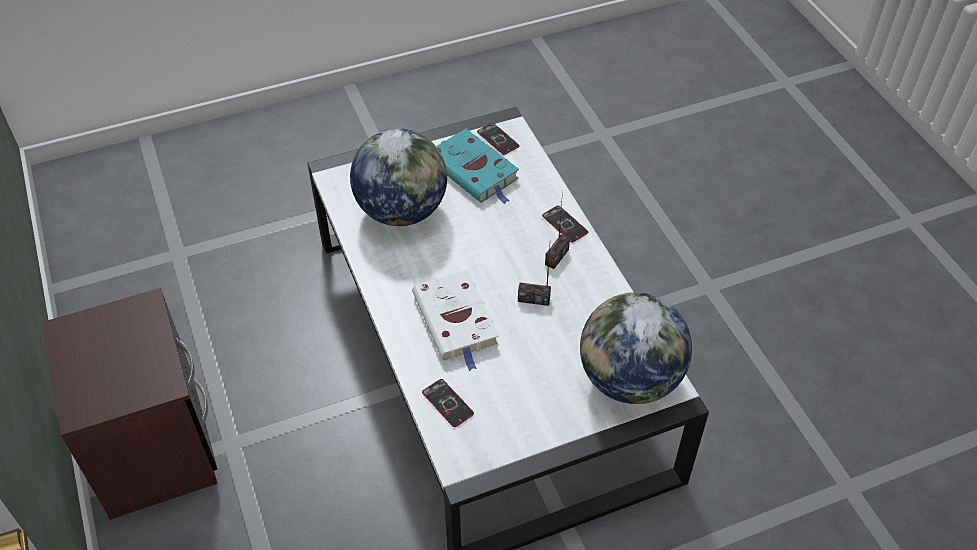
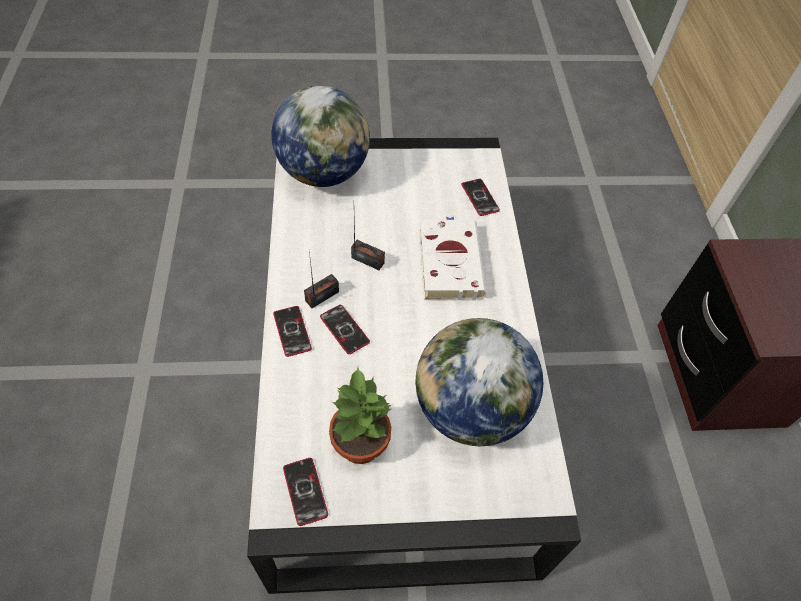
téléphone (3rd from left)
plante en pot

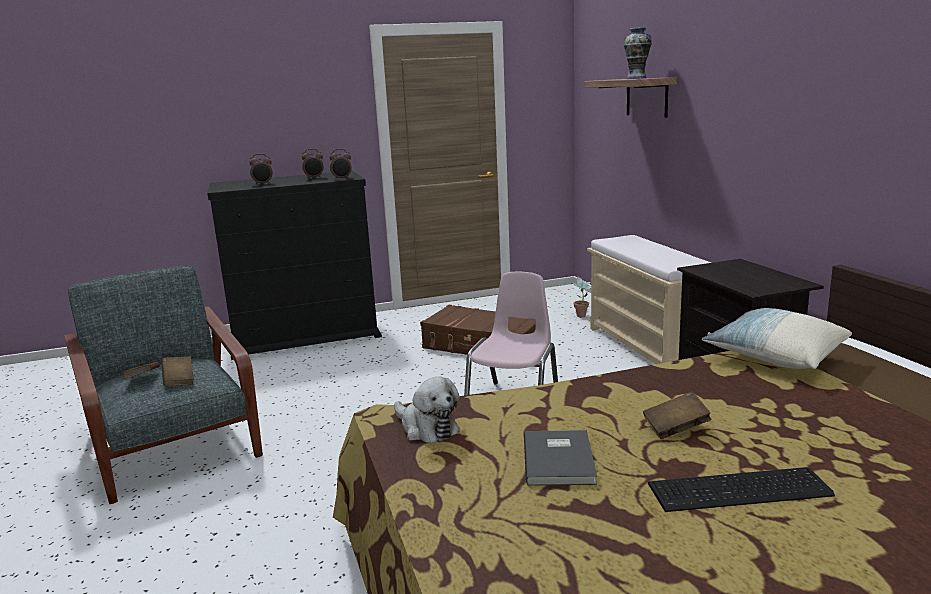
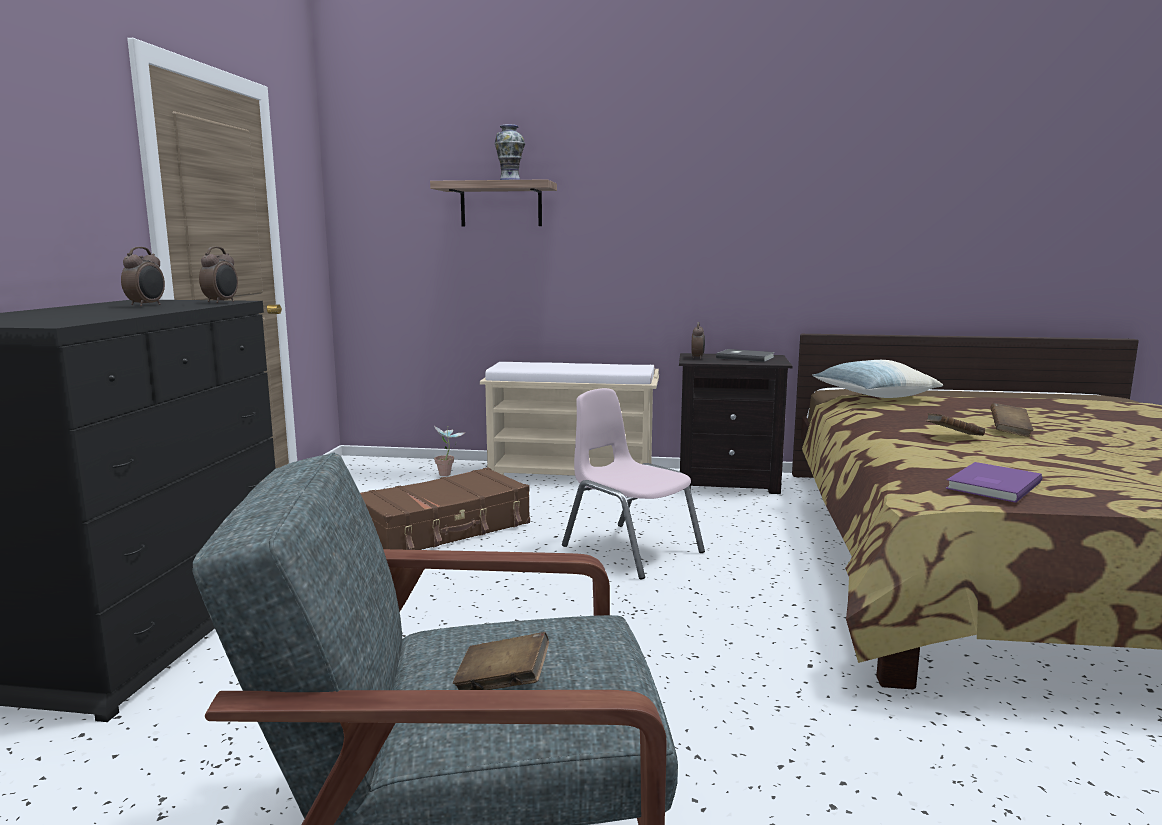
clavier
livre/marron (2nd from left)
réveil (3rd from left)
livre/gris
livre/violet

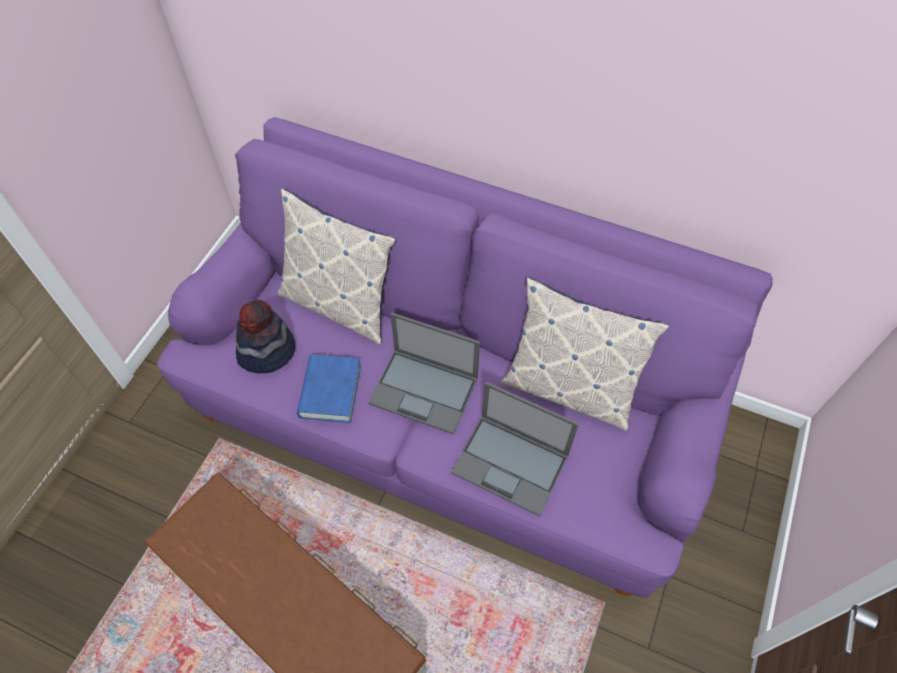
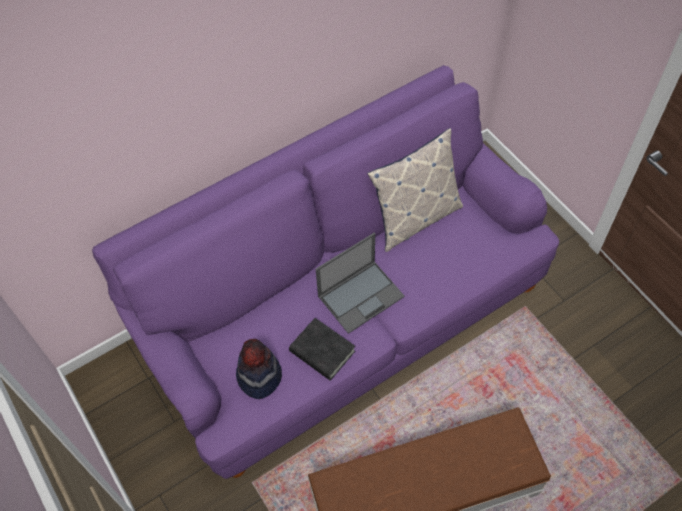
coussin (1st from left in the first image)
ordinateur portable (2nd from left in the first image)
livre/noir

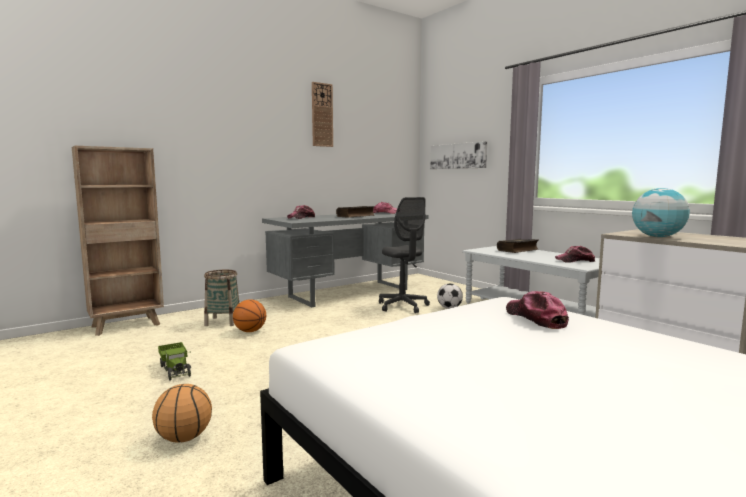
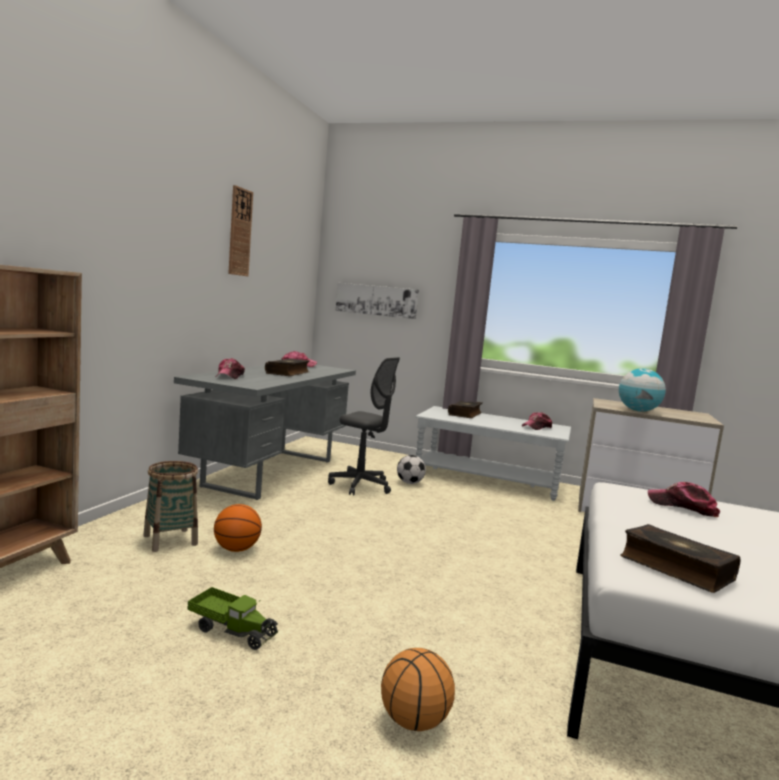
livre (3rd from left)

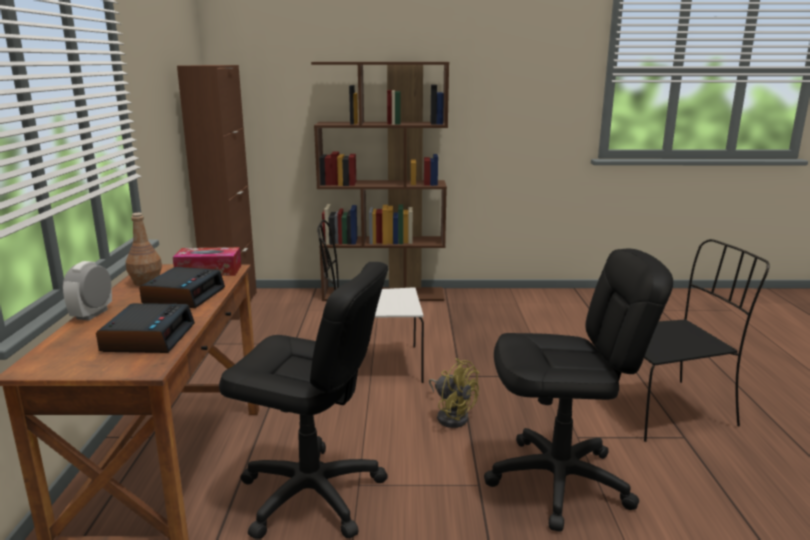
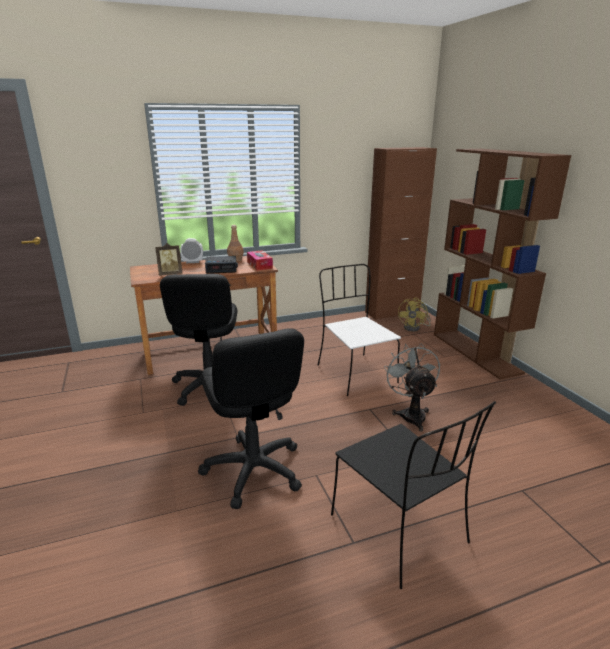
ventilateur/gris
ventilateur/jaune
cadre photo

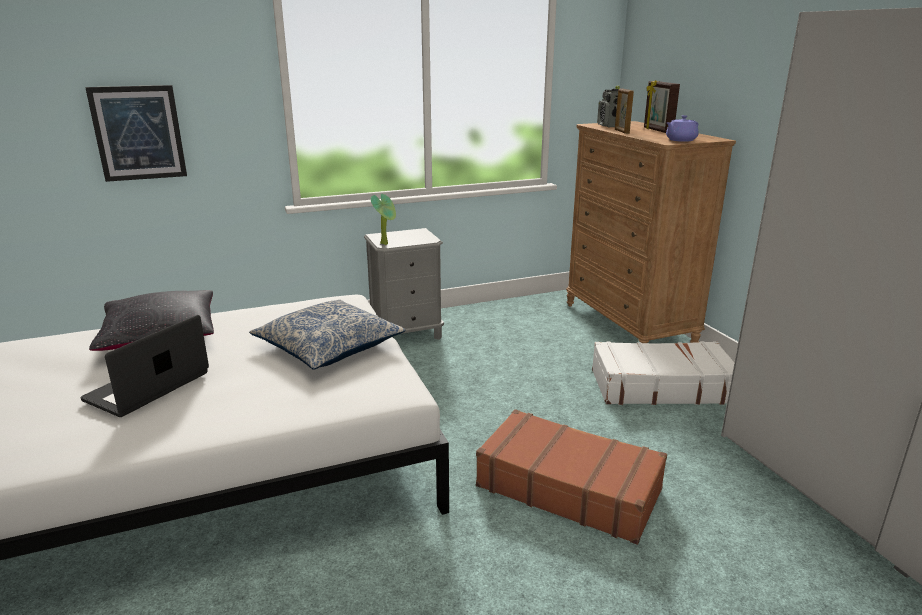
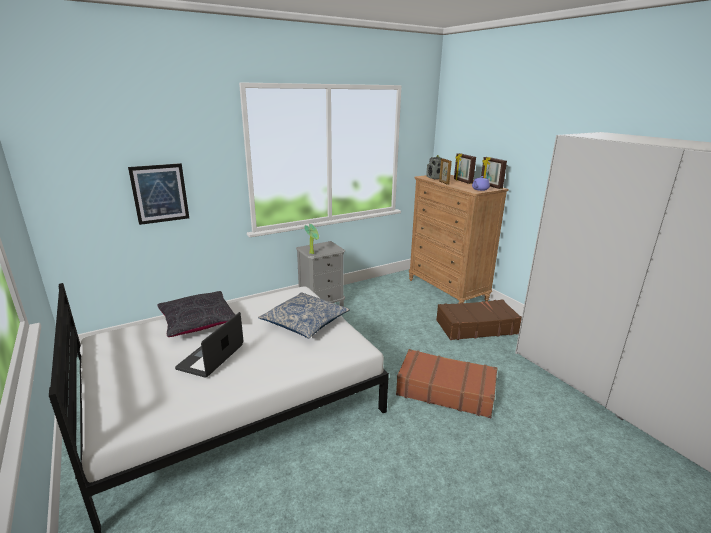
cadre photo (3rd from left)
valise/marron (2nd from left)

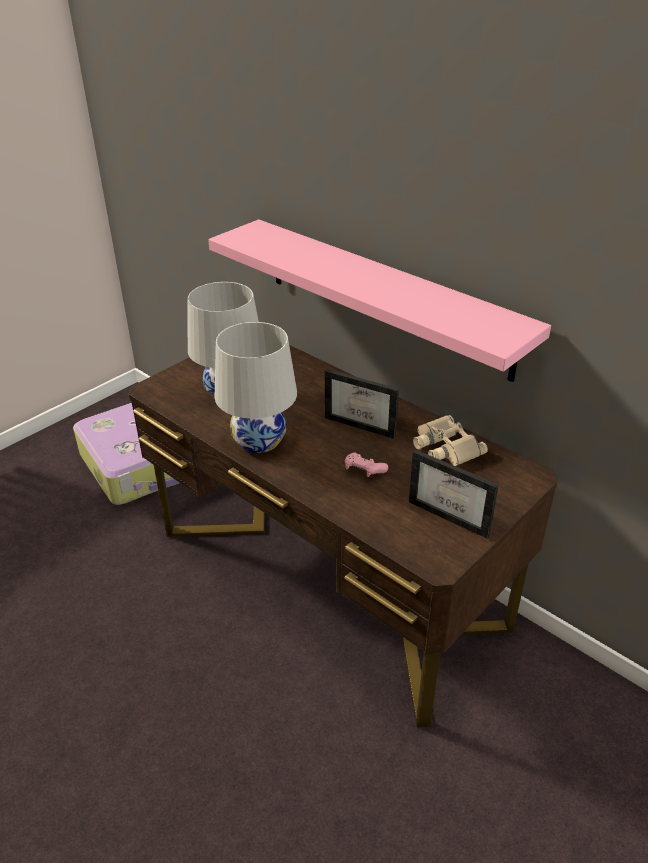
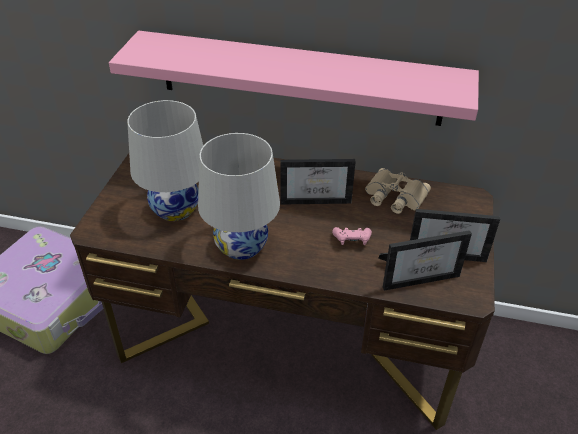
cadre photo (2nd from left)

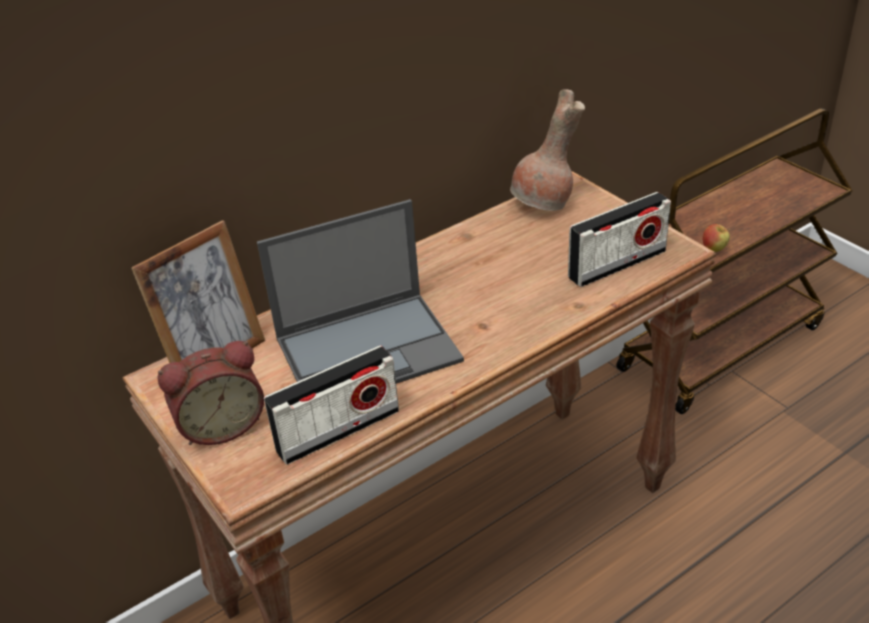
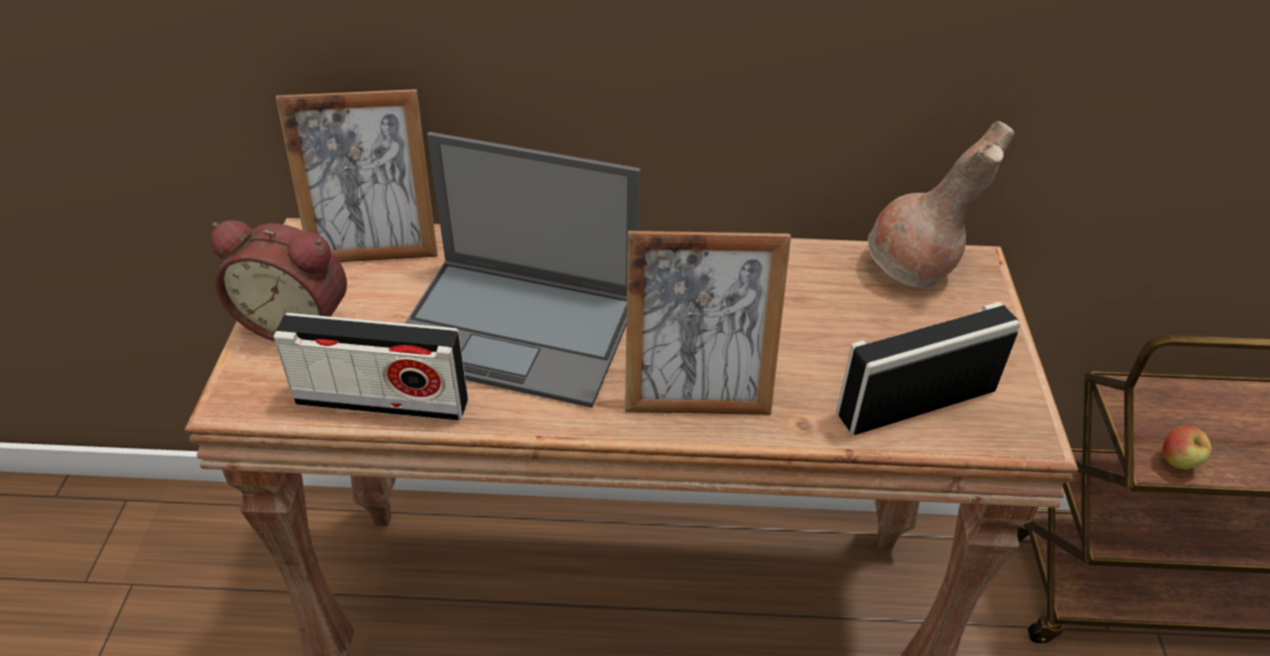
cadre photo (2nd from left)
radio (2nd from left)

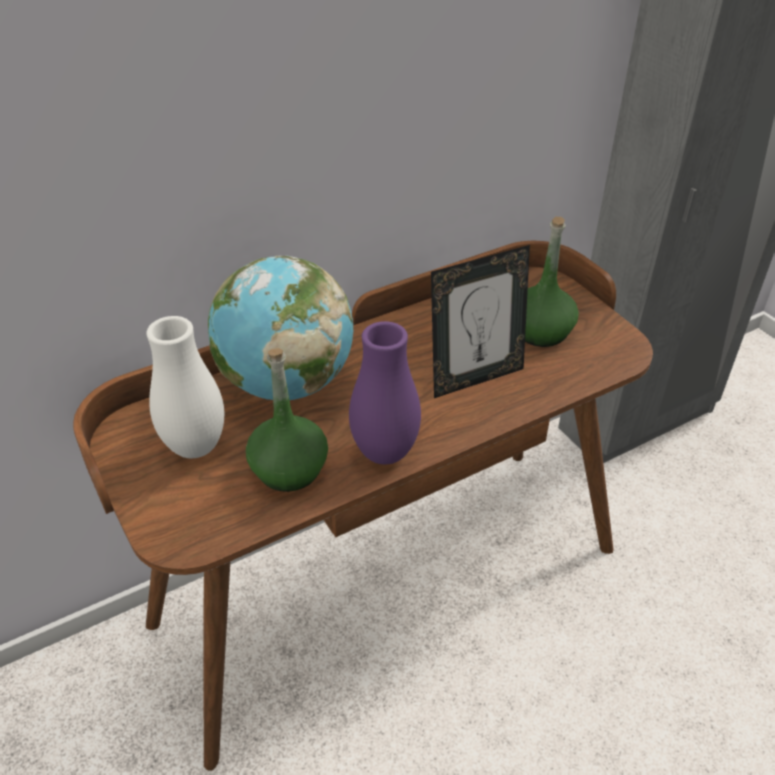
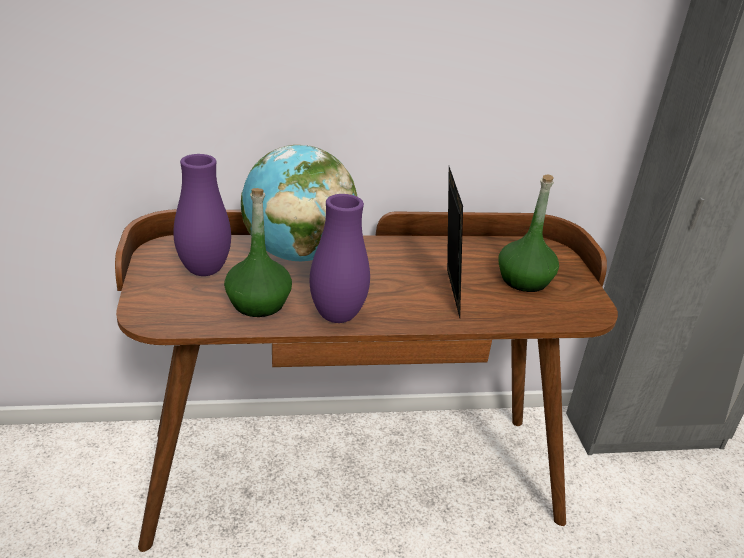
vase/violet (1st from left)
cadre photo

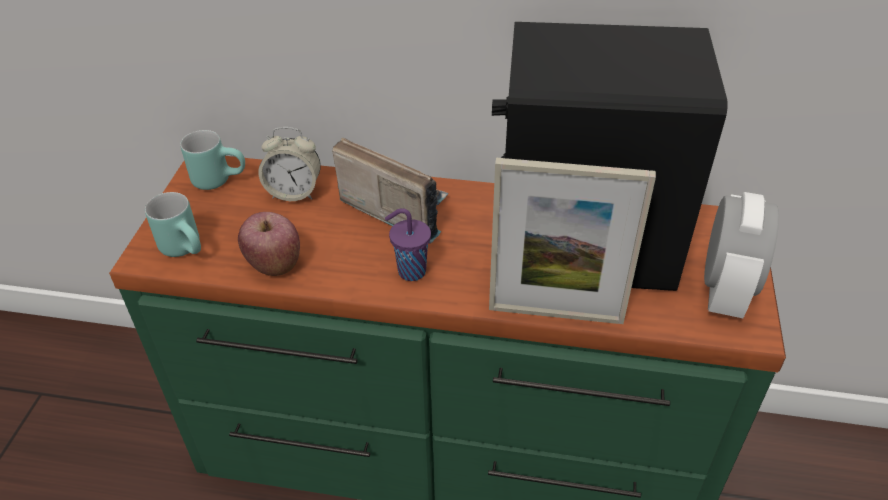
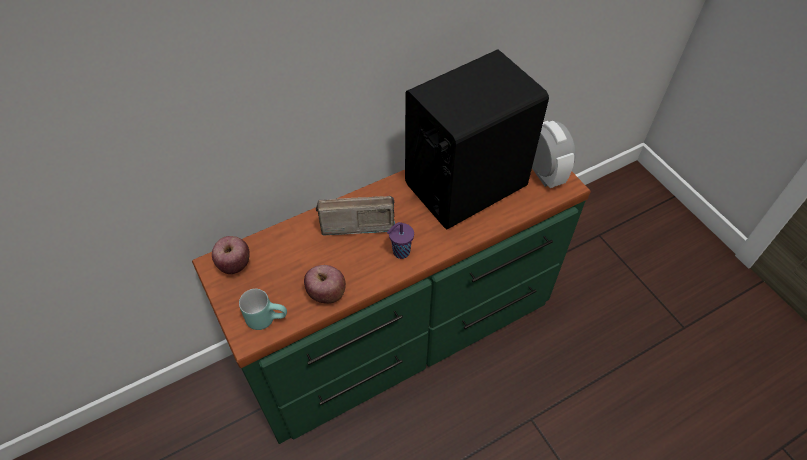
réveil (1st from left in the first image)
cadre photo
pomme (1st from left)

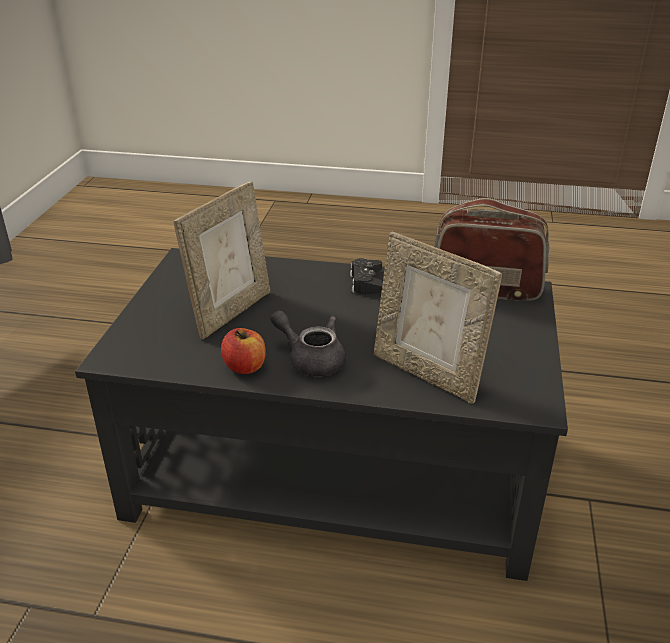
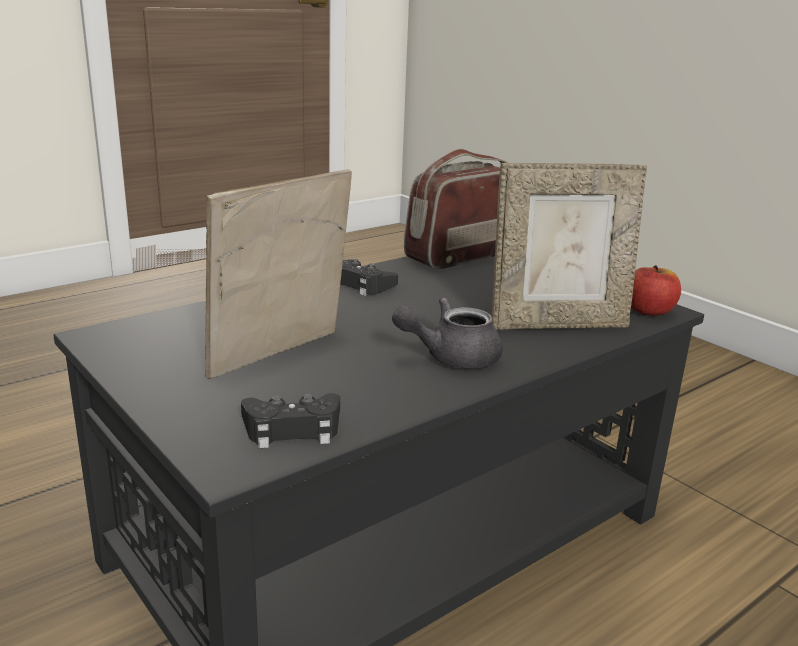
manette/noir (1st from left)
pomme
cadre photo (1st from left)

